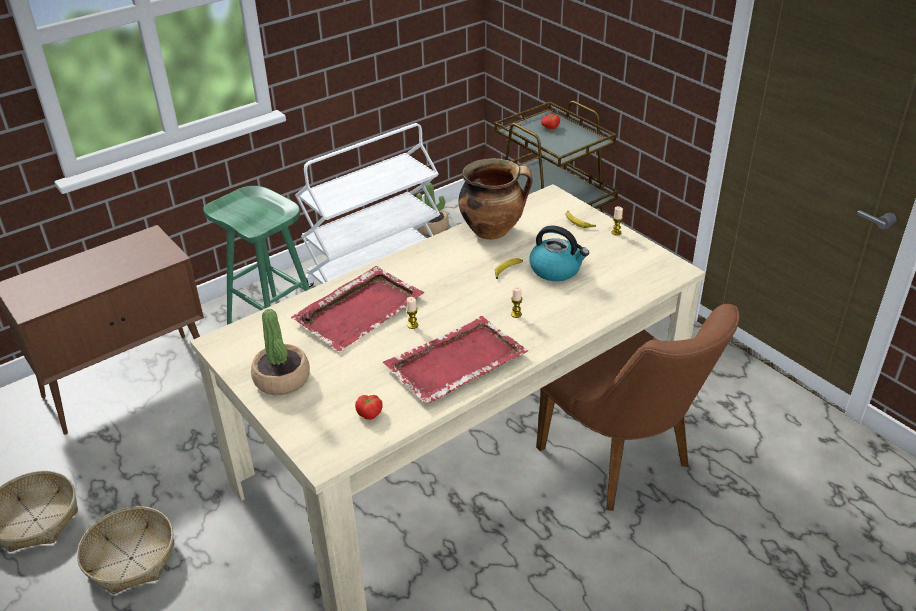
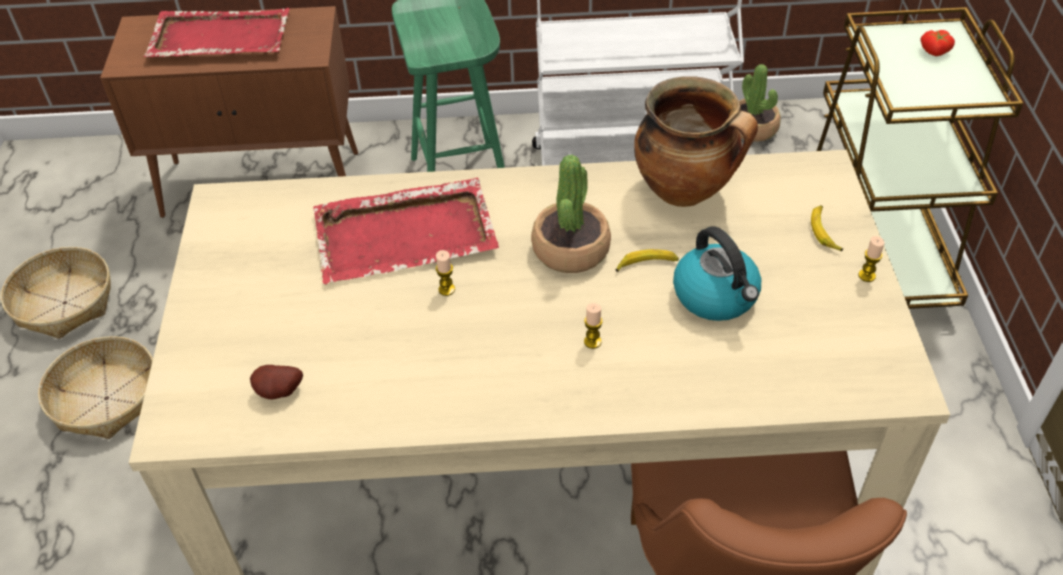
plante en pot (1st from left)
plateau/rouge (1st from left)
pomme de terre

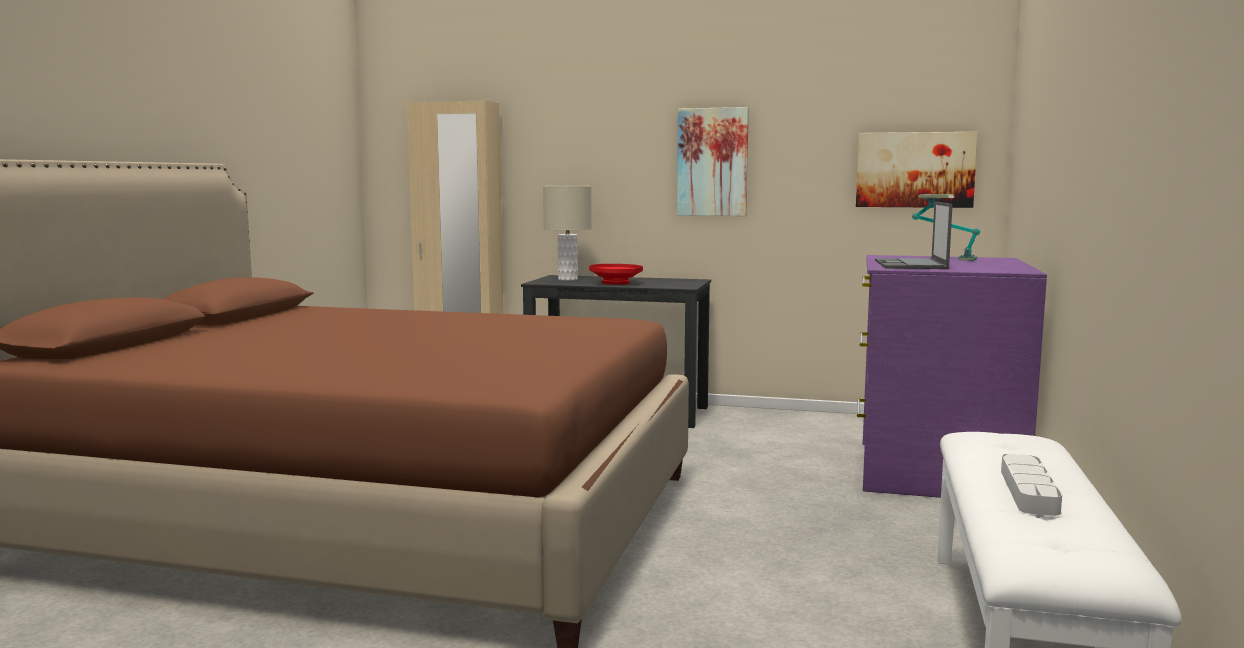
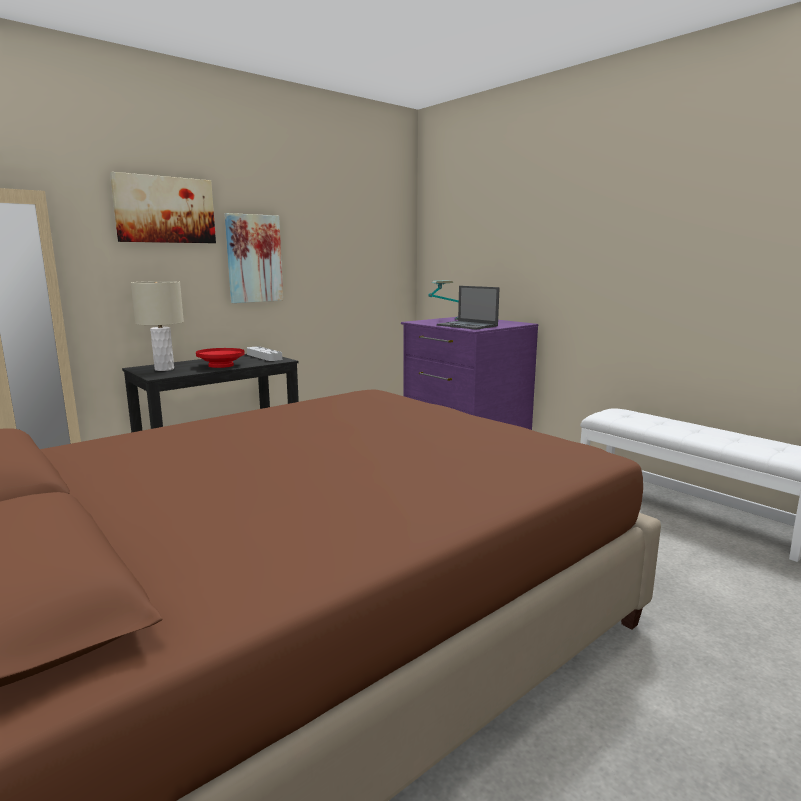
tableau (1st from left)
plateau/gris

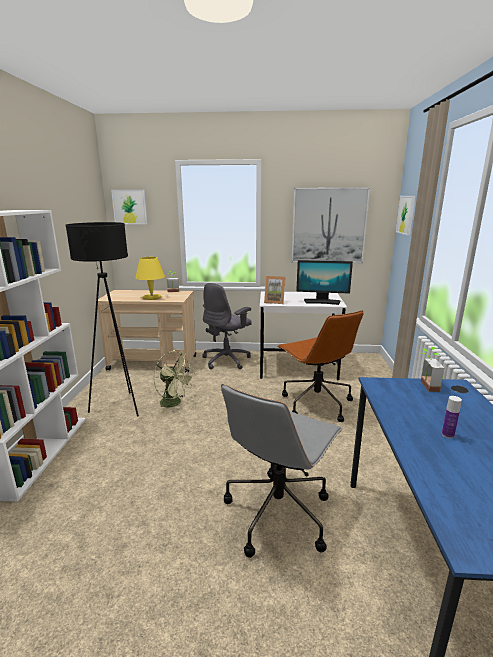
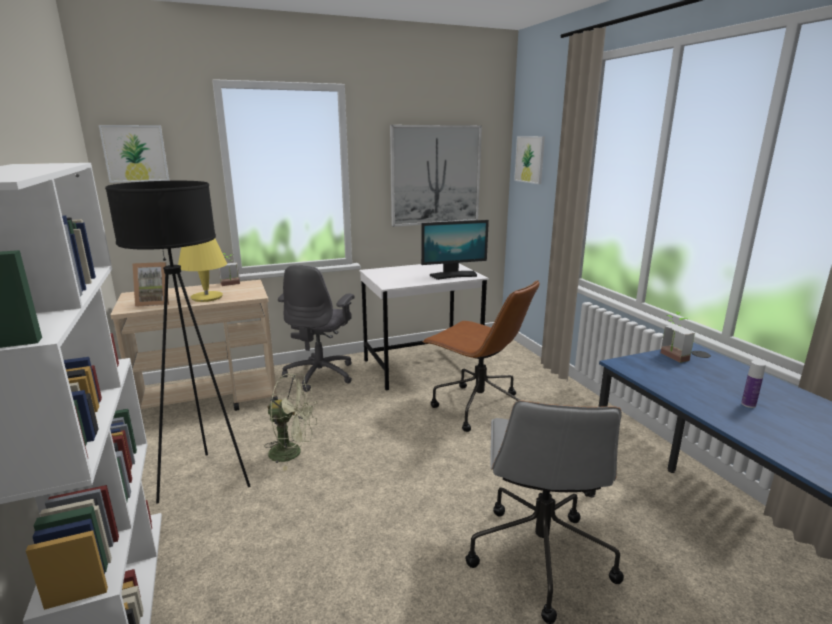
cadre photo

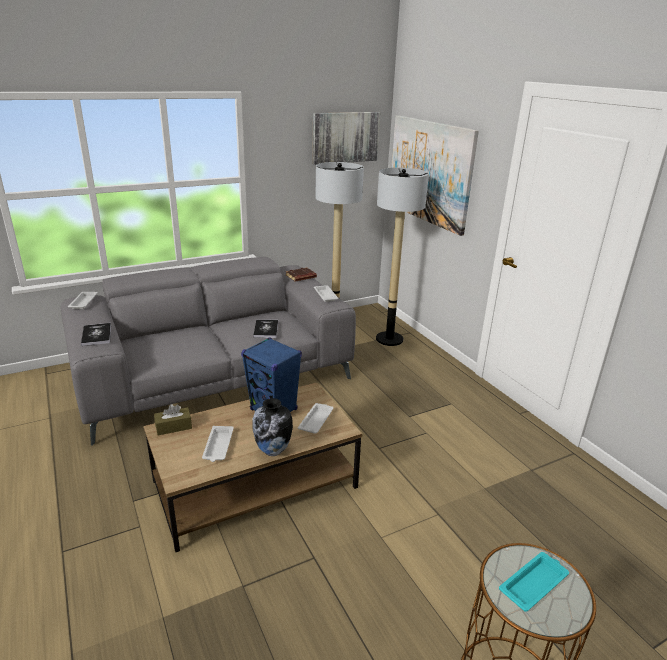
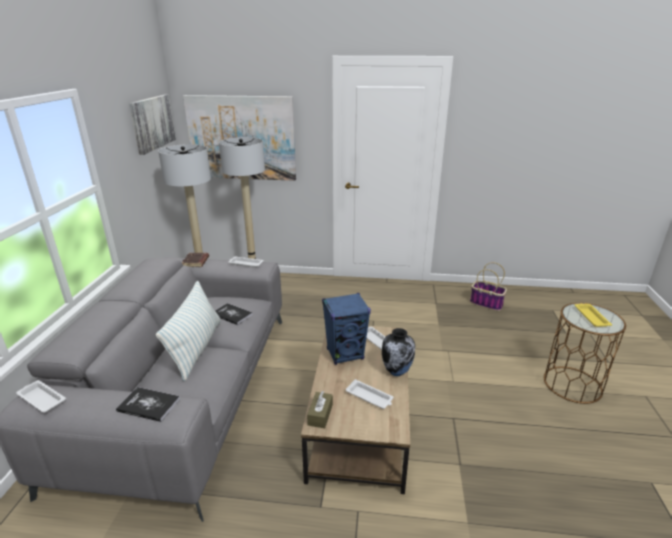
coussin
panier
plateau/jaune

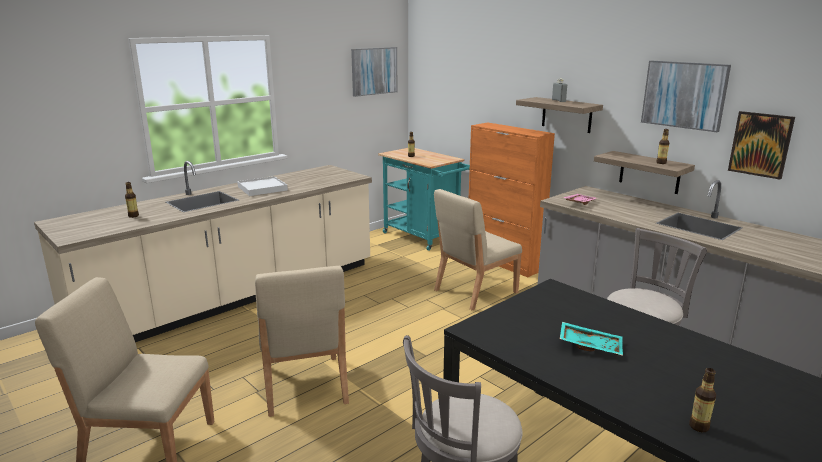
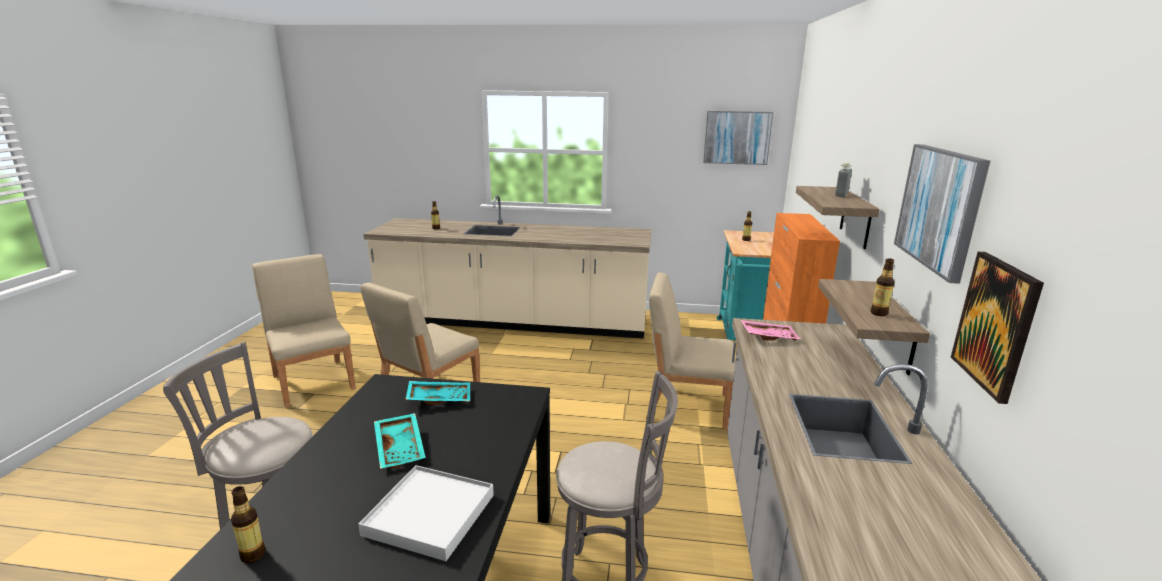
plateau/turquoise (2nd from left)
plateau/blanc

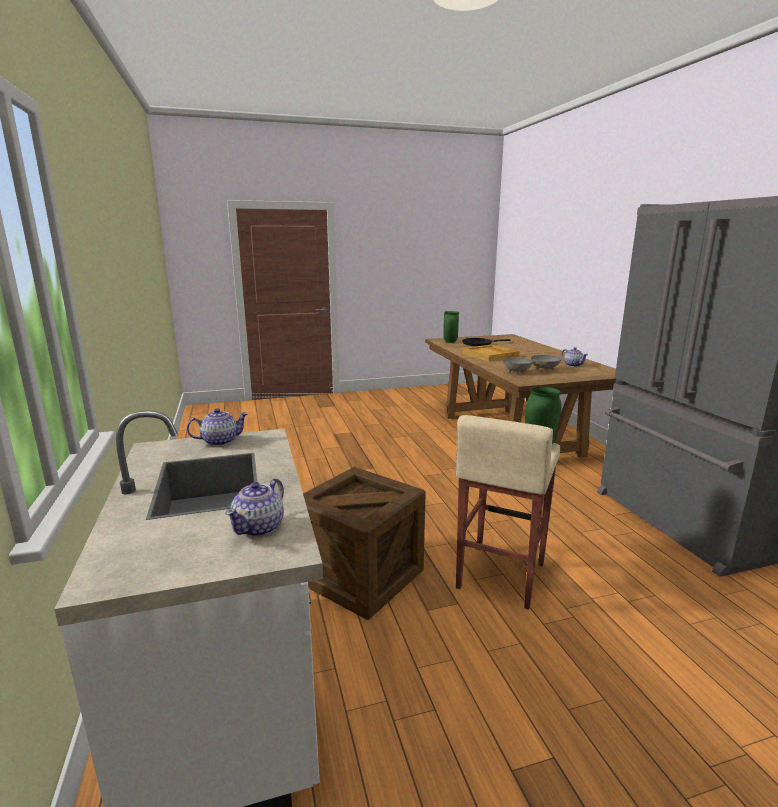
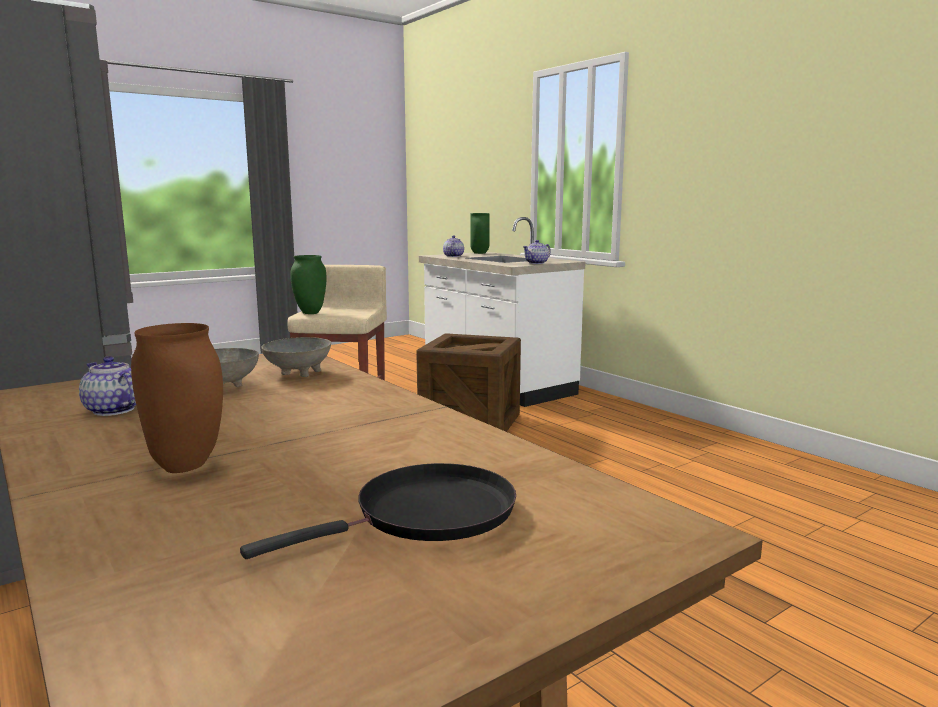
plateau/beige
vase/marron
vase/vert (2nd from left)

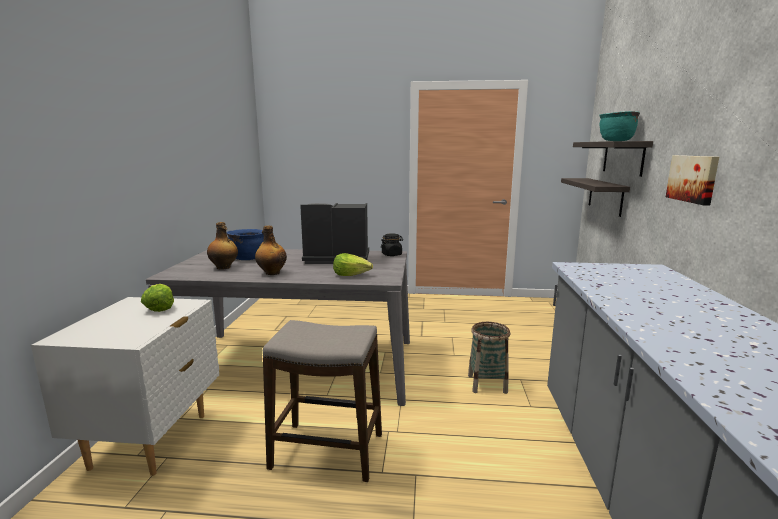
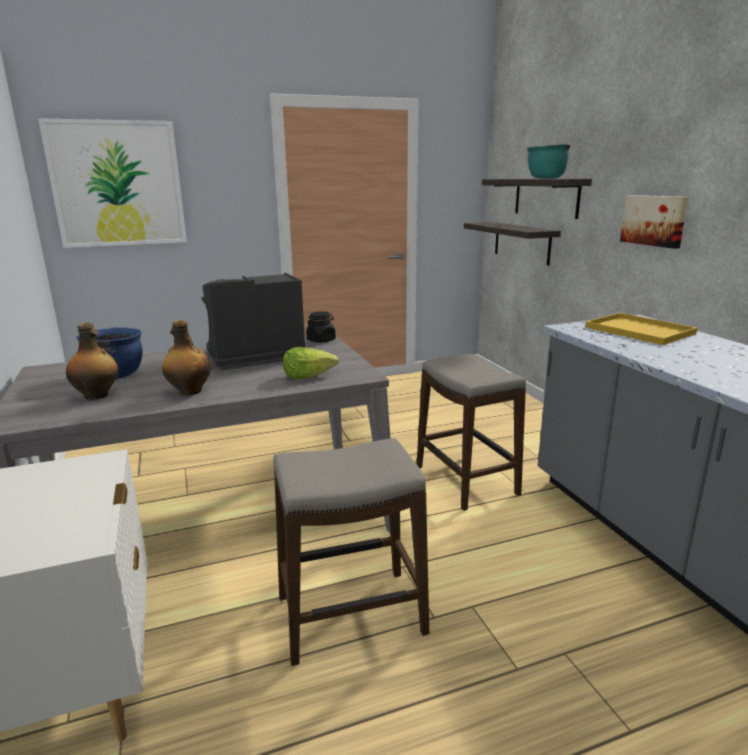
laitue (1st from left in the first image)
tableau (1st from left)
plateau/jaune
tabouret (2nd from left)

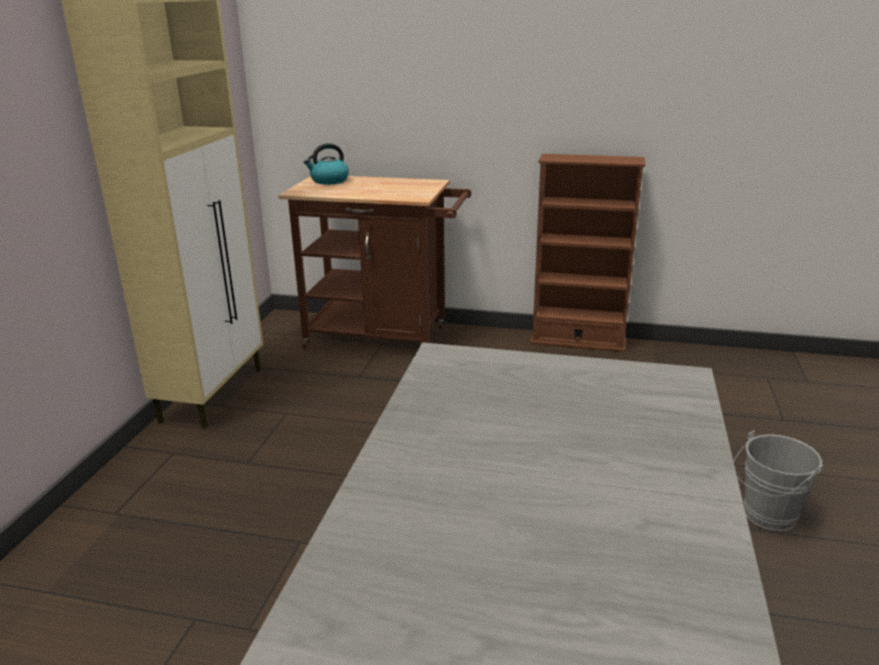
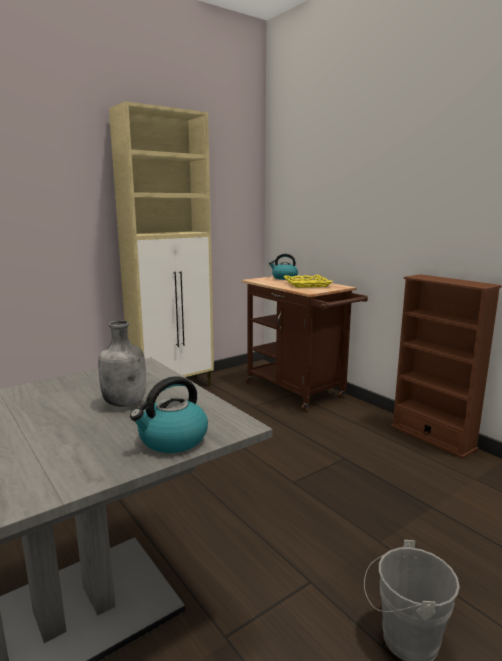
bouteille/gris
bouilloire (1st from left)
plateau/jaune

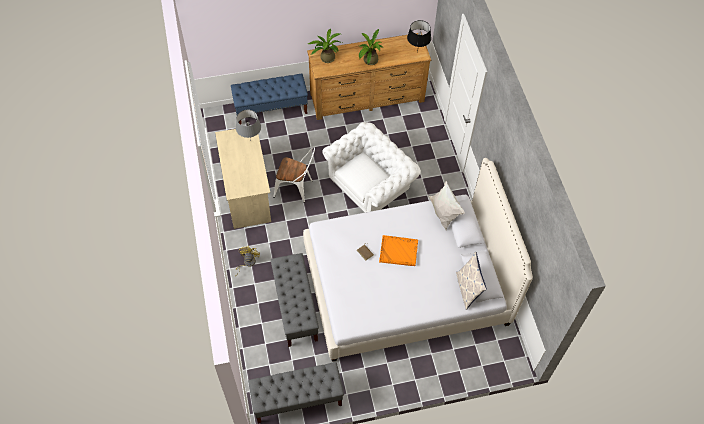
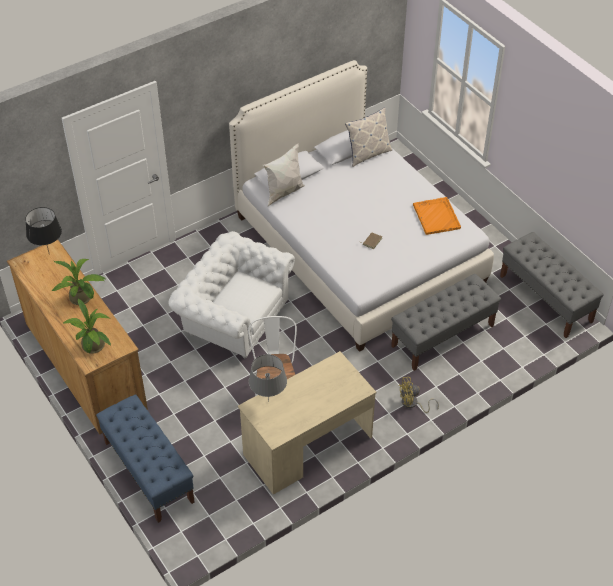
plateau/orange

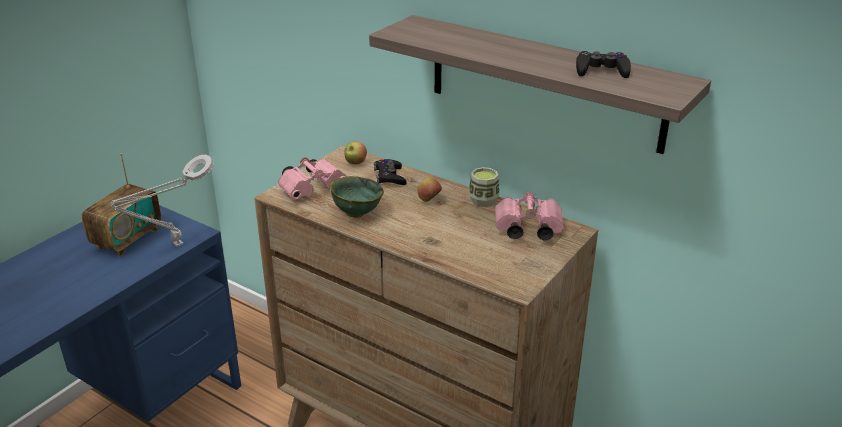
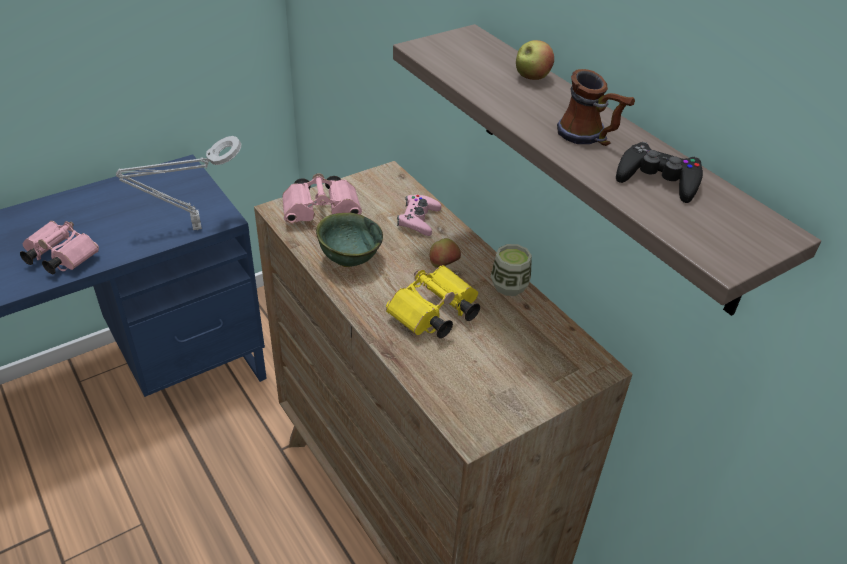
radio
jumelles/jaune
mug
pomme (2nd from left)
jumelles/rose (1st from left)
manette/rose

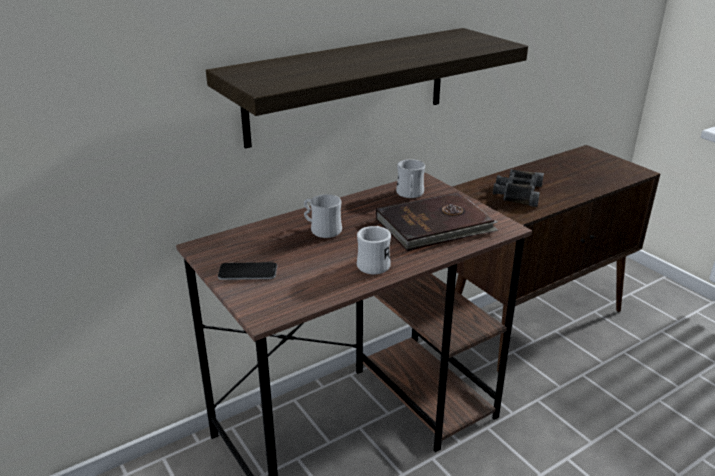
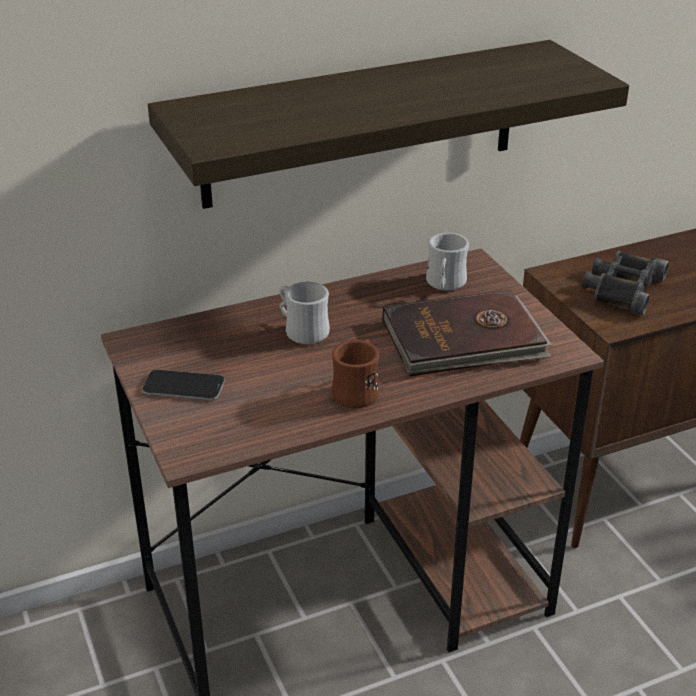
mug/marron

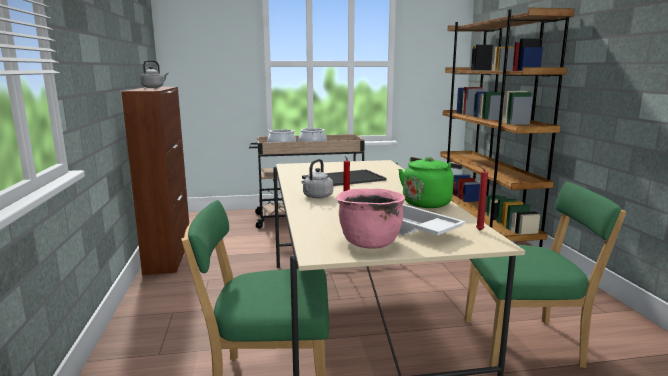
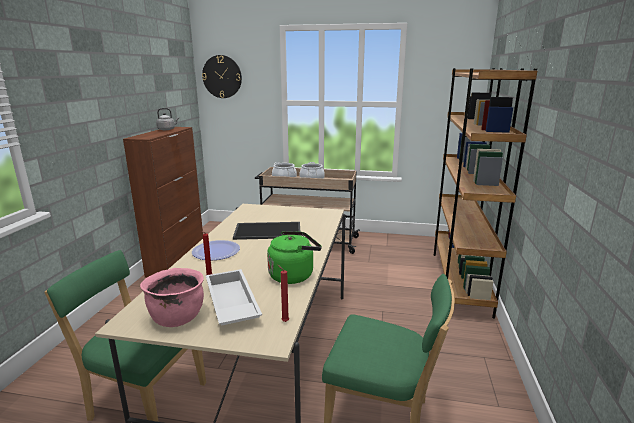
horloge murale
assiette

